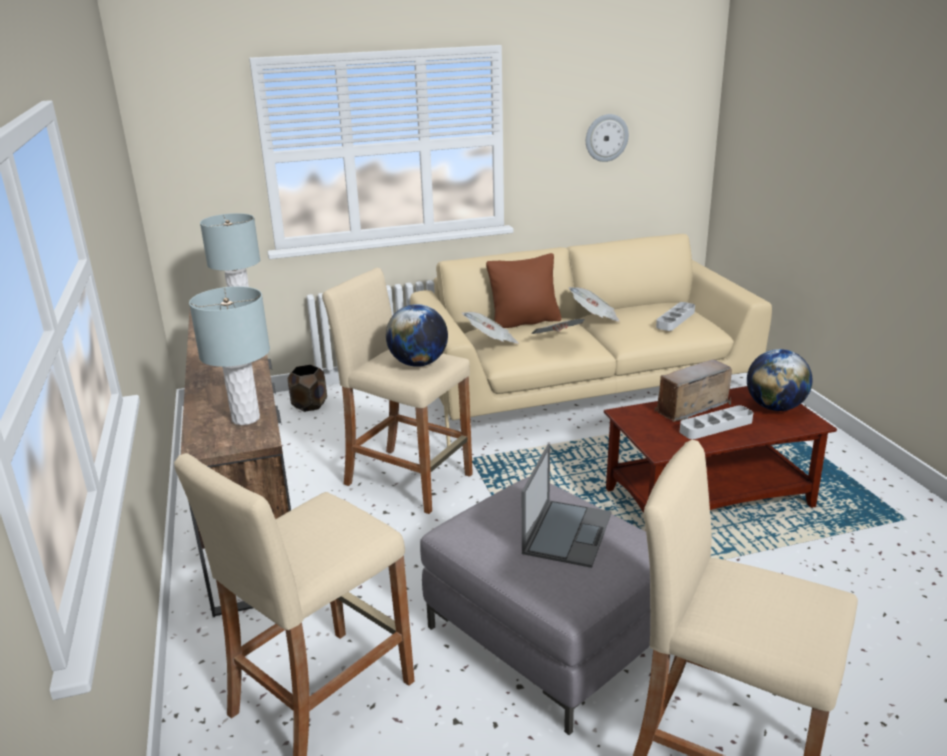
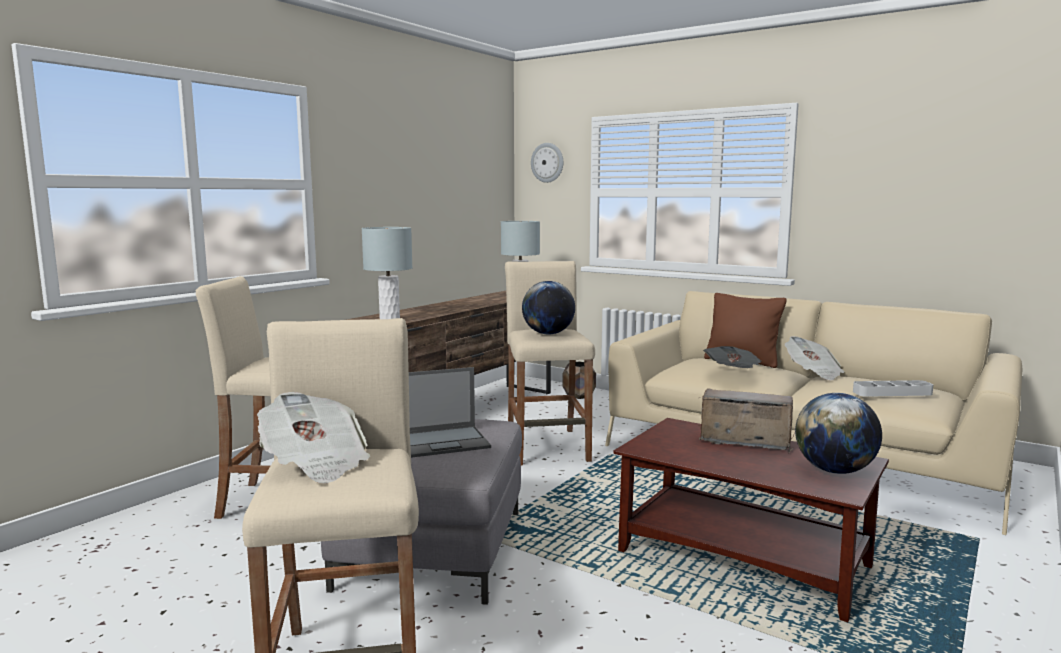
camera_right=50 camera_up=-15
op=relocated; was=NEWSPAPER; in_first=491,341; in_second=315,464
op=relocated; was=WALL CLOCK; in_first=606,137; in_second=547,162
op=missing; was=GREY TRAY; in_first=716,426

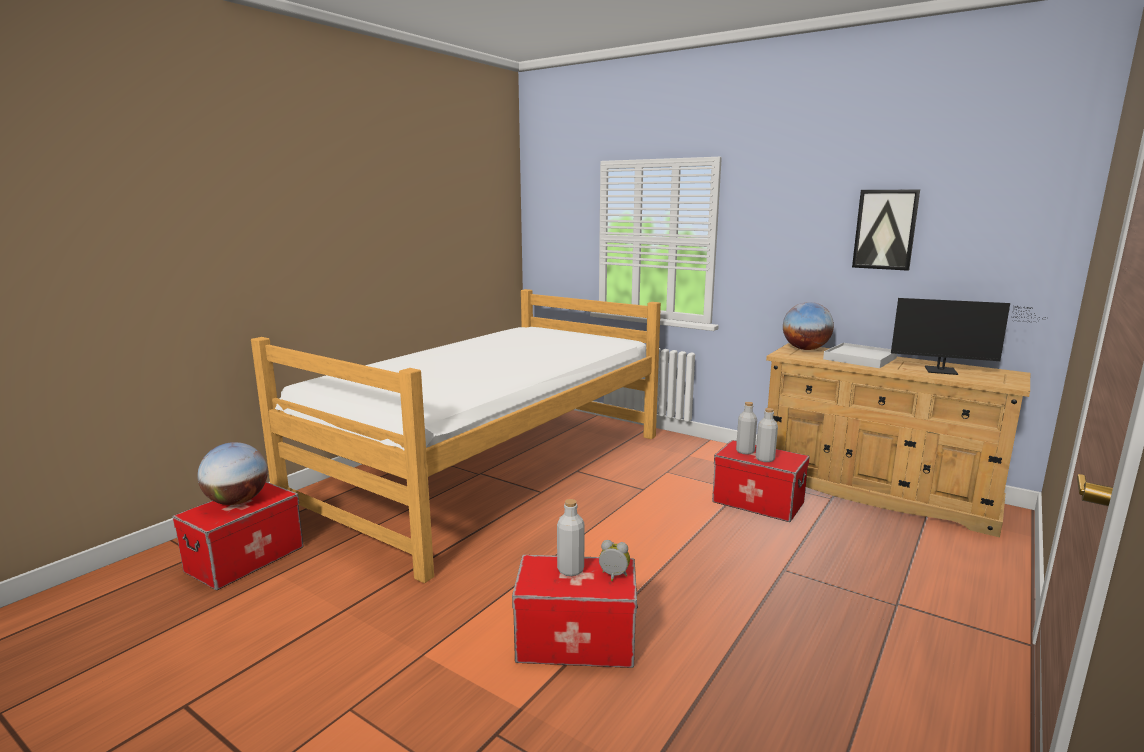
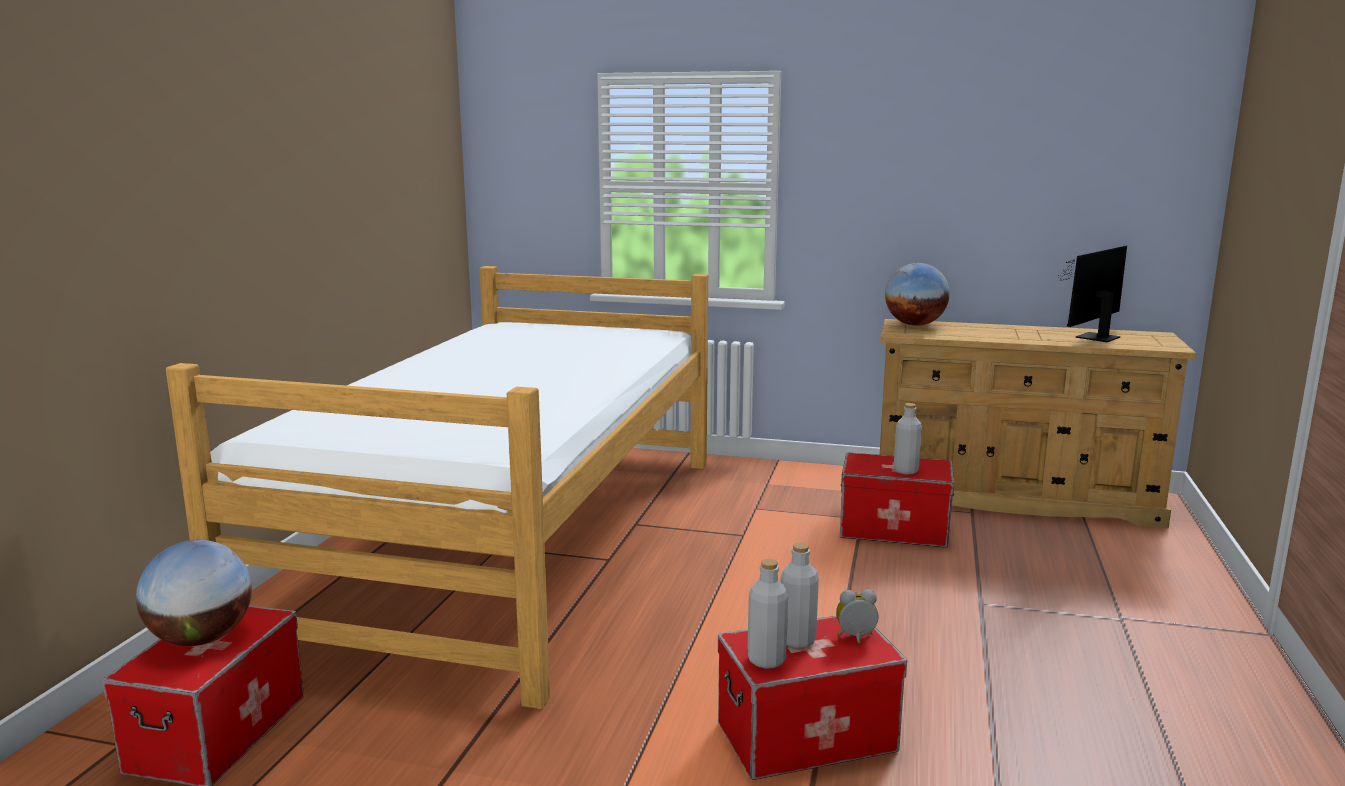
camera_right=-20 camera_up=0
op=relocated; was=GREY BOTTLE; in_first=745,451; in_second=766,660
op=spun; was=MONITOR; in_first=946,371; in_second=1093,338; clockwise=135
op=missing; was=WHITE TRAY; in_first=860,358
op=missing; was=PICTURE; in_first=885,229

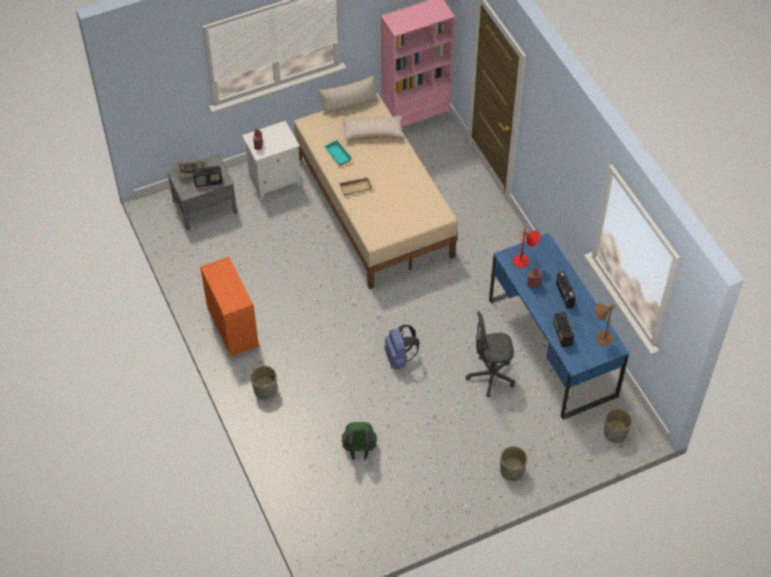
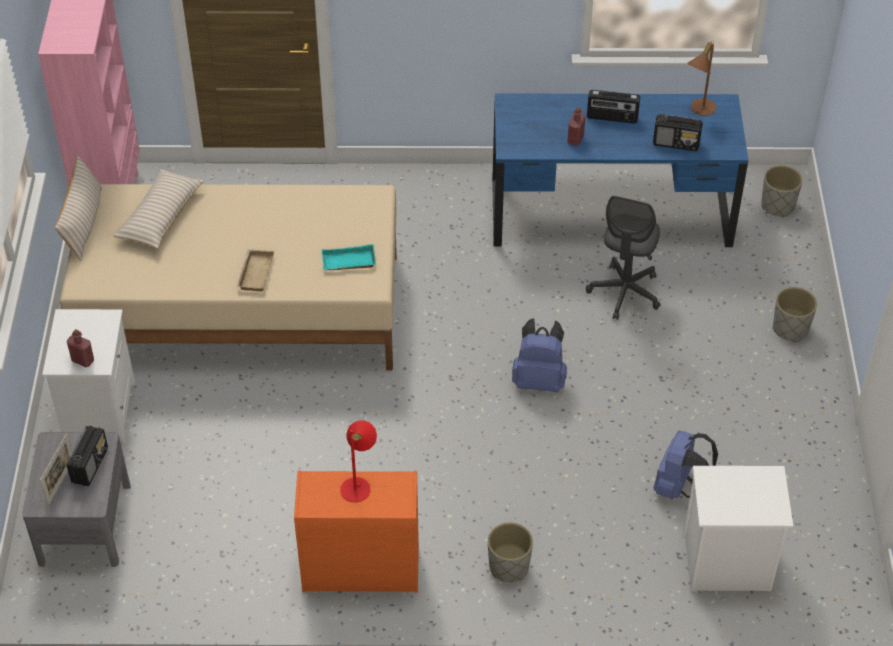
camera_right=-65 camera_up=-5
op=relocated; was=TURQUOISE TRAY; in_first=337,155; in_second=348,263
op=relocated; was=RED TABLE LAMP; in_first=524,261; in_second=358,485
op=colour; was=GREEN BACKPACK; now=BLUE BACKPACK; in_first=359,451; in_second=679,486
op=appeared; now=WHITE NIGHTSTAND; in_second=726,564

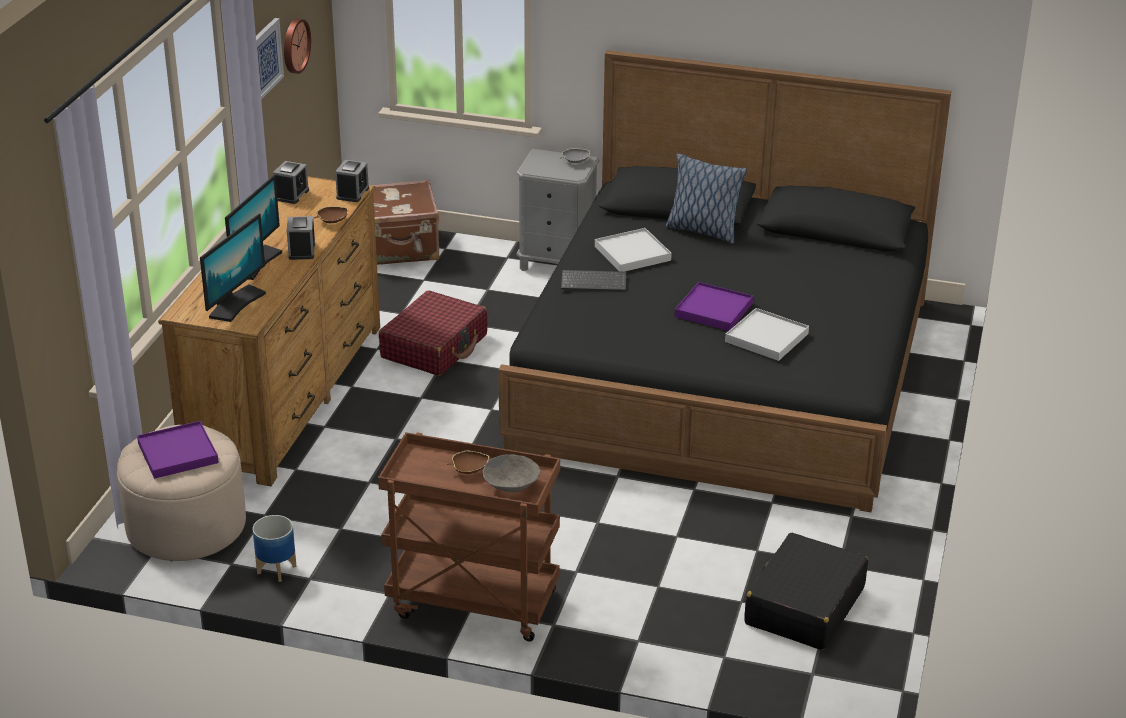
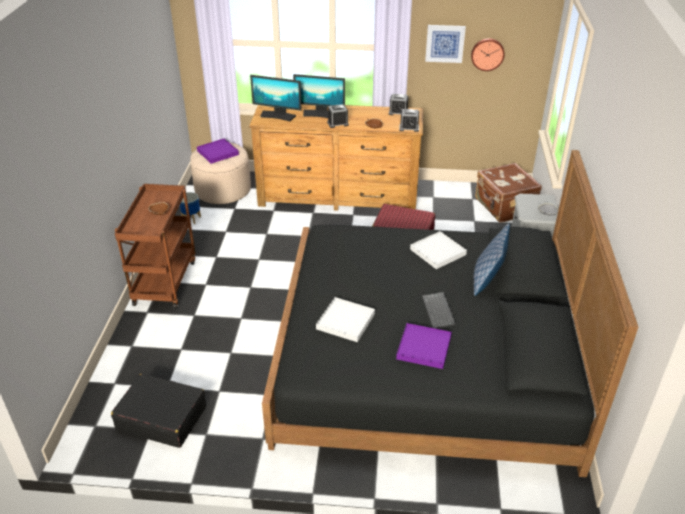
camera_right=80 camera_up=5
op=relocated; was=PURPLE TRAY; in_first=714,310; in_second=424,348
op=relocated; was=KEYBOARD; in_first=594,282; in_second=439,311
op=missing; was=GREY BOWL; in_first=512,486

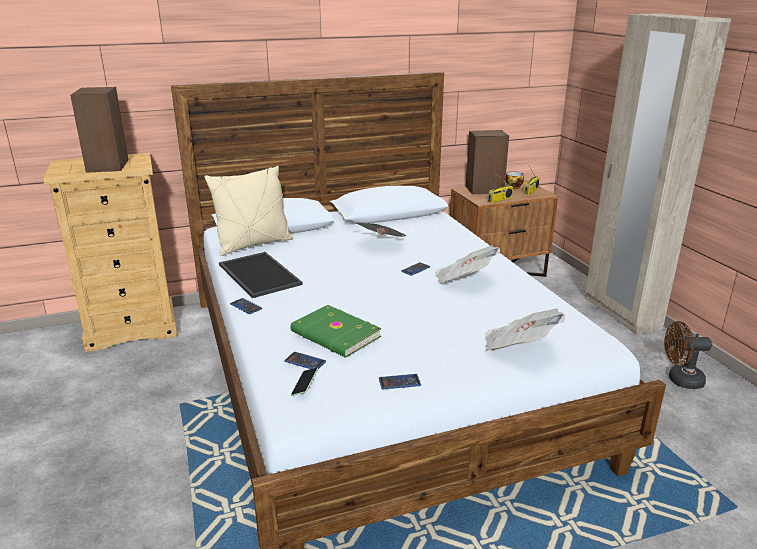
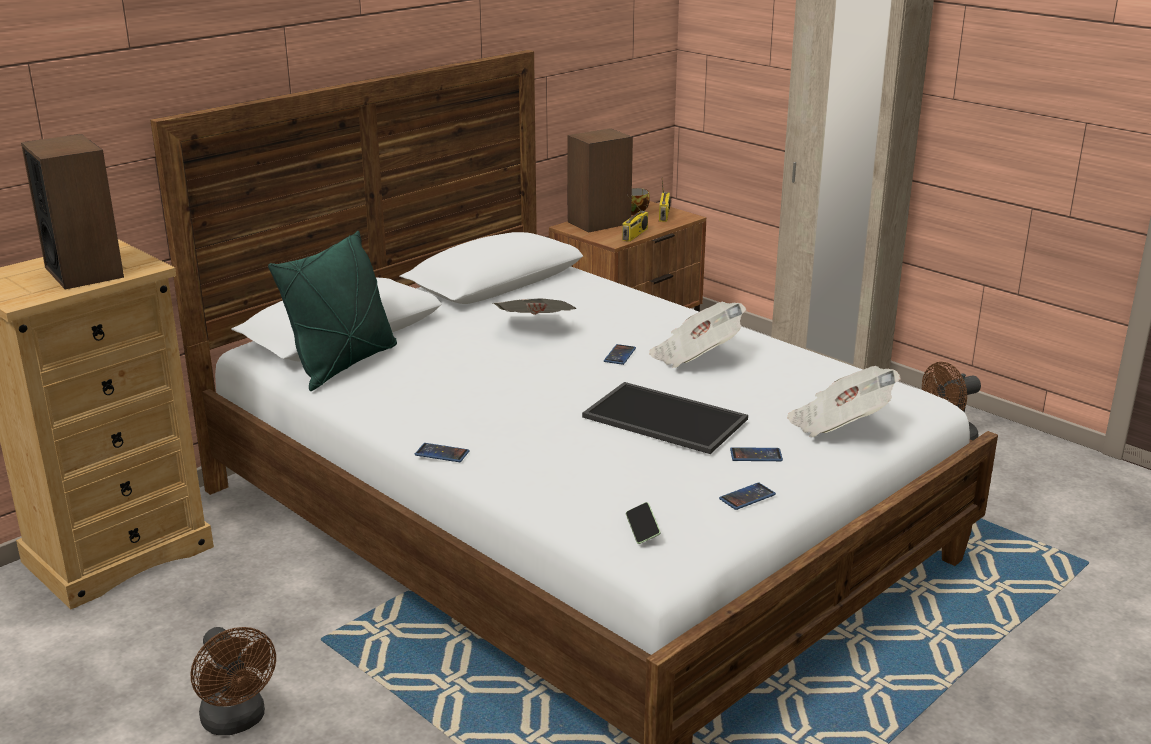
camera_right=-25 camera_up=0
op=appeared; now=BROWN FAN; in_second=237,721
op=colour; was=BEIGE PILLOW; now=GREEN PILLOW; in_first=254,245; in_second=343,364
op=relocated; was=TRAY; in_first=257,274; in_second=662,419
op=relocated; was=PHONE; in_first=305,361; in_second=756,455
op=missing; was=GREEN BOOK; in_first=335,335

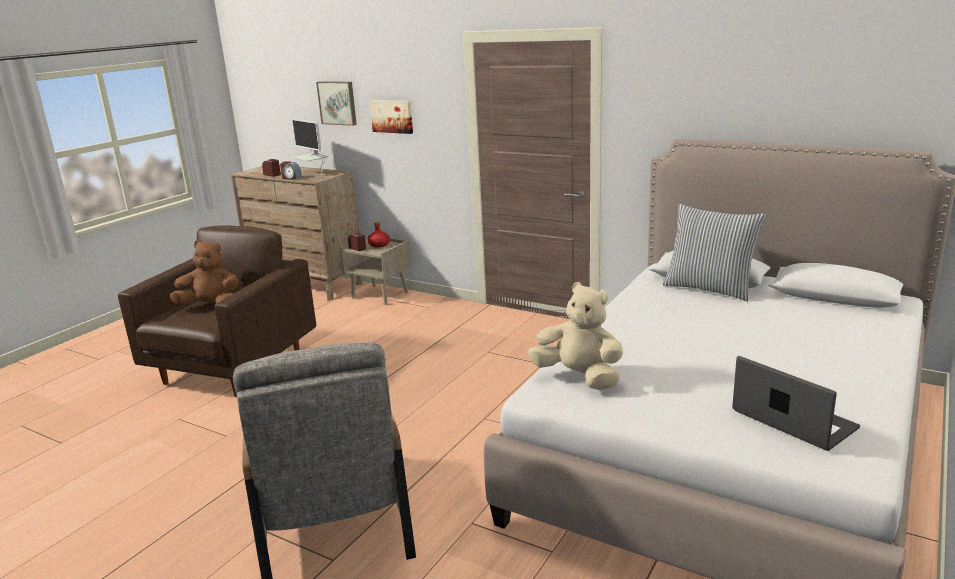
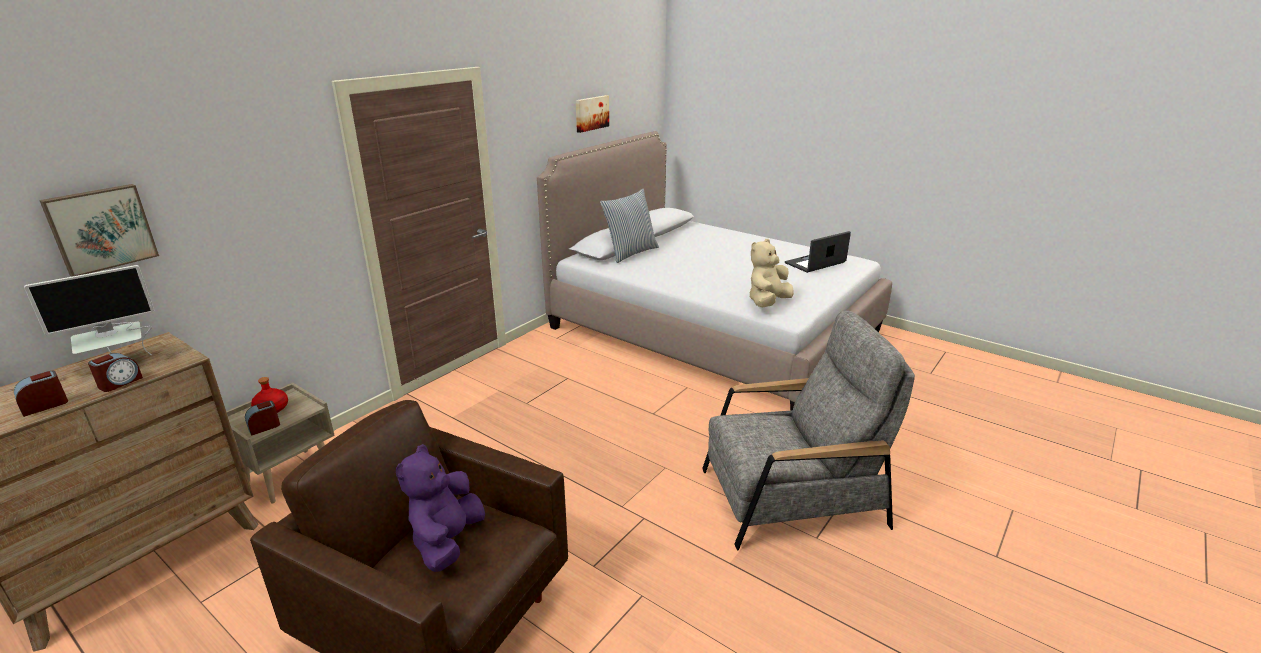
camera_right=-85 camera_up=5
op=colour; was=BROWN PLUSH TOY; now=PURPLE PLUSH TOY; in_first=211,306; in_second=447,541
op=relocated; was=PICTURE; in_first=392,116; in_second=591,113

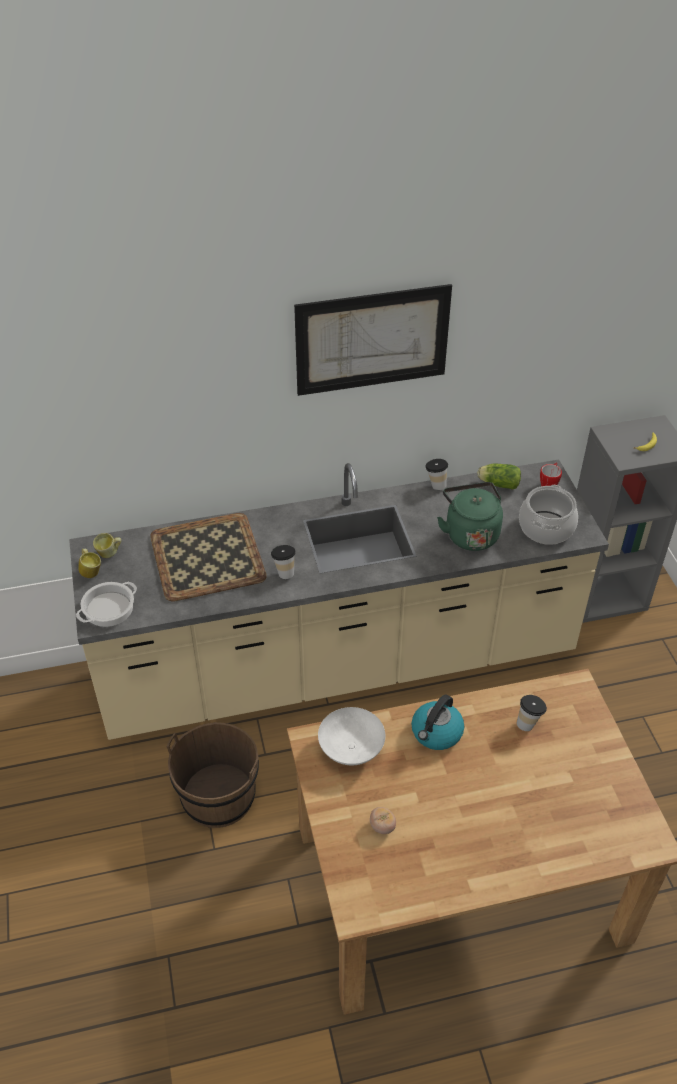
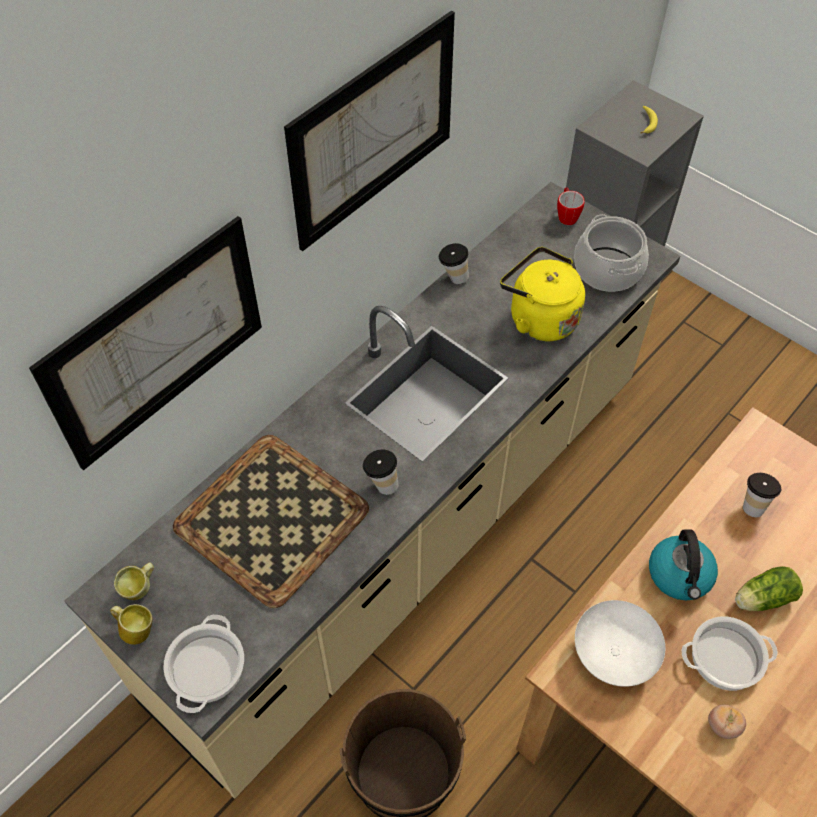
camera_right=-35 camera_up=10
op=appeared; now=PICTURE; in_second=157,343
op=colour; was=GREEN KETTLE; now=YELLOW KETTLE; in_first=470,533; in_second=539,318
op=appeared; now=COOKING POT; in_second=726,656
op=relocated; was=LETTUCE; in_first=497,484; in_second=761,598

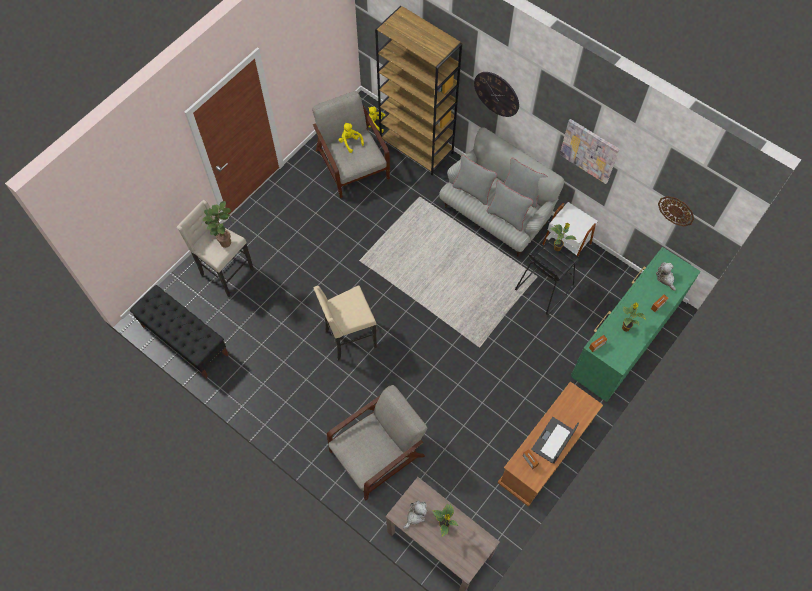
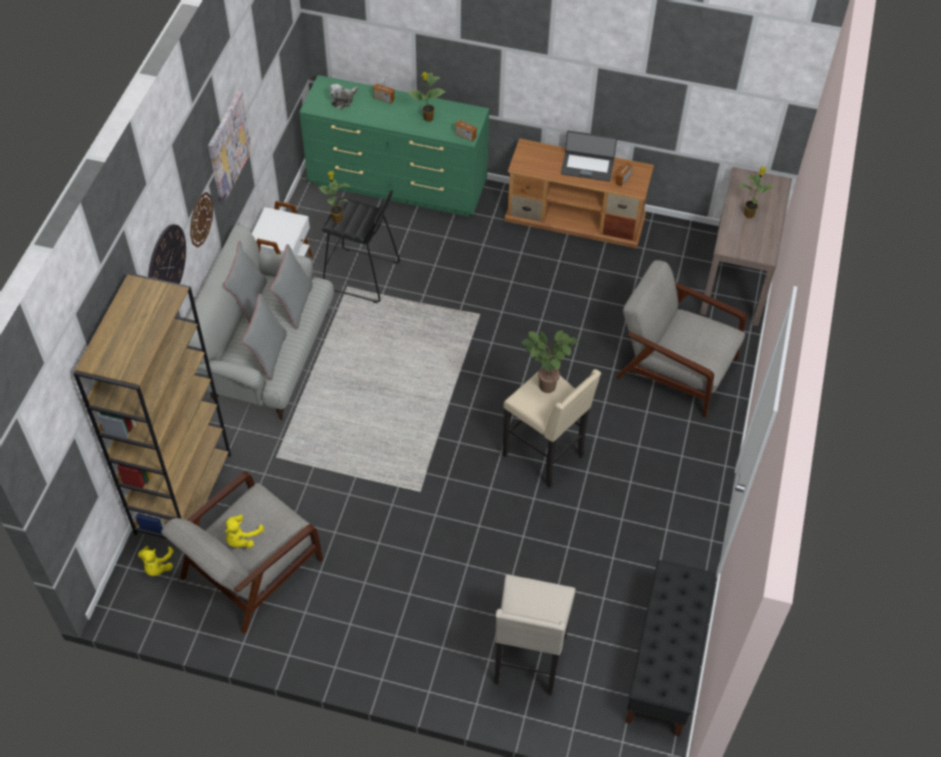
camera_right=-115 camera_up=-10
op=relocated; was=WALL CLOCK; in_first=676,210; in_second=200,219
op=relocated; was=POTTED PLANT; in_first=224,241; in_second=545,388
op=missing; was=PLUSH TOY; in_first=415,515

